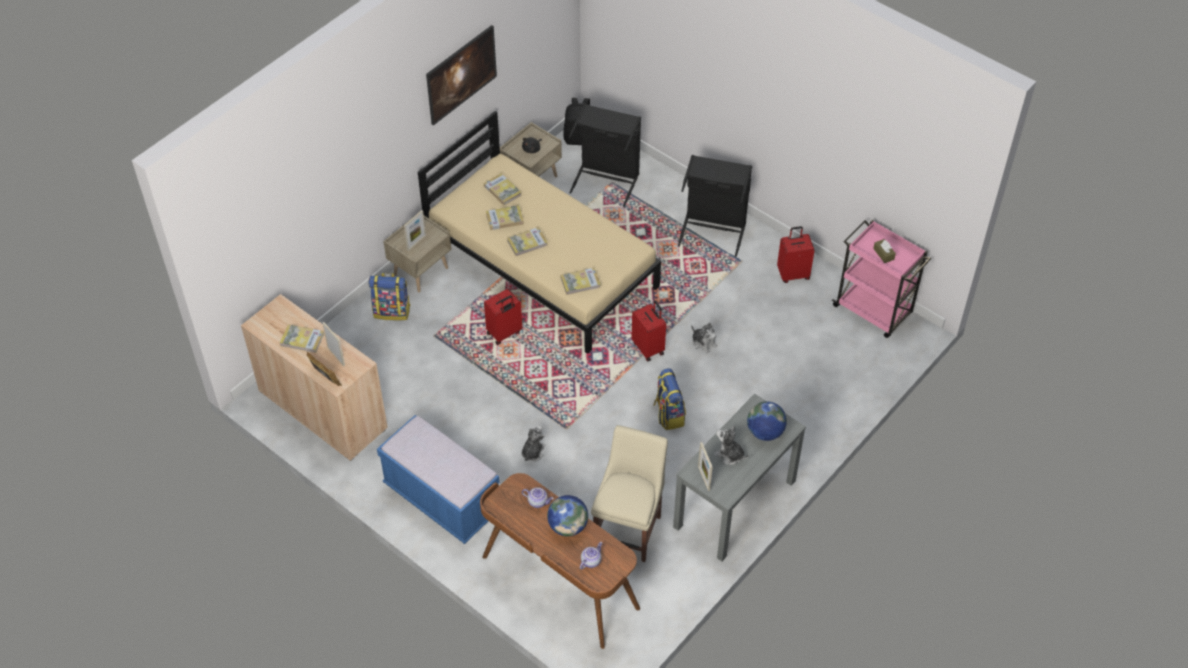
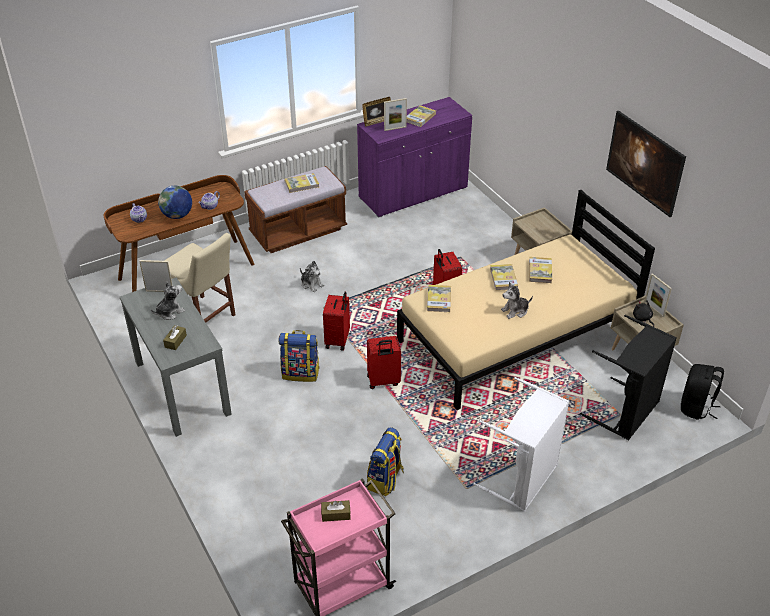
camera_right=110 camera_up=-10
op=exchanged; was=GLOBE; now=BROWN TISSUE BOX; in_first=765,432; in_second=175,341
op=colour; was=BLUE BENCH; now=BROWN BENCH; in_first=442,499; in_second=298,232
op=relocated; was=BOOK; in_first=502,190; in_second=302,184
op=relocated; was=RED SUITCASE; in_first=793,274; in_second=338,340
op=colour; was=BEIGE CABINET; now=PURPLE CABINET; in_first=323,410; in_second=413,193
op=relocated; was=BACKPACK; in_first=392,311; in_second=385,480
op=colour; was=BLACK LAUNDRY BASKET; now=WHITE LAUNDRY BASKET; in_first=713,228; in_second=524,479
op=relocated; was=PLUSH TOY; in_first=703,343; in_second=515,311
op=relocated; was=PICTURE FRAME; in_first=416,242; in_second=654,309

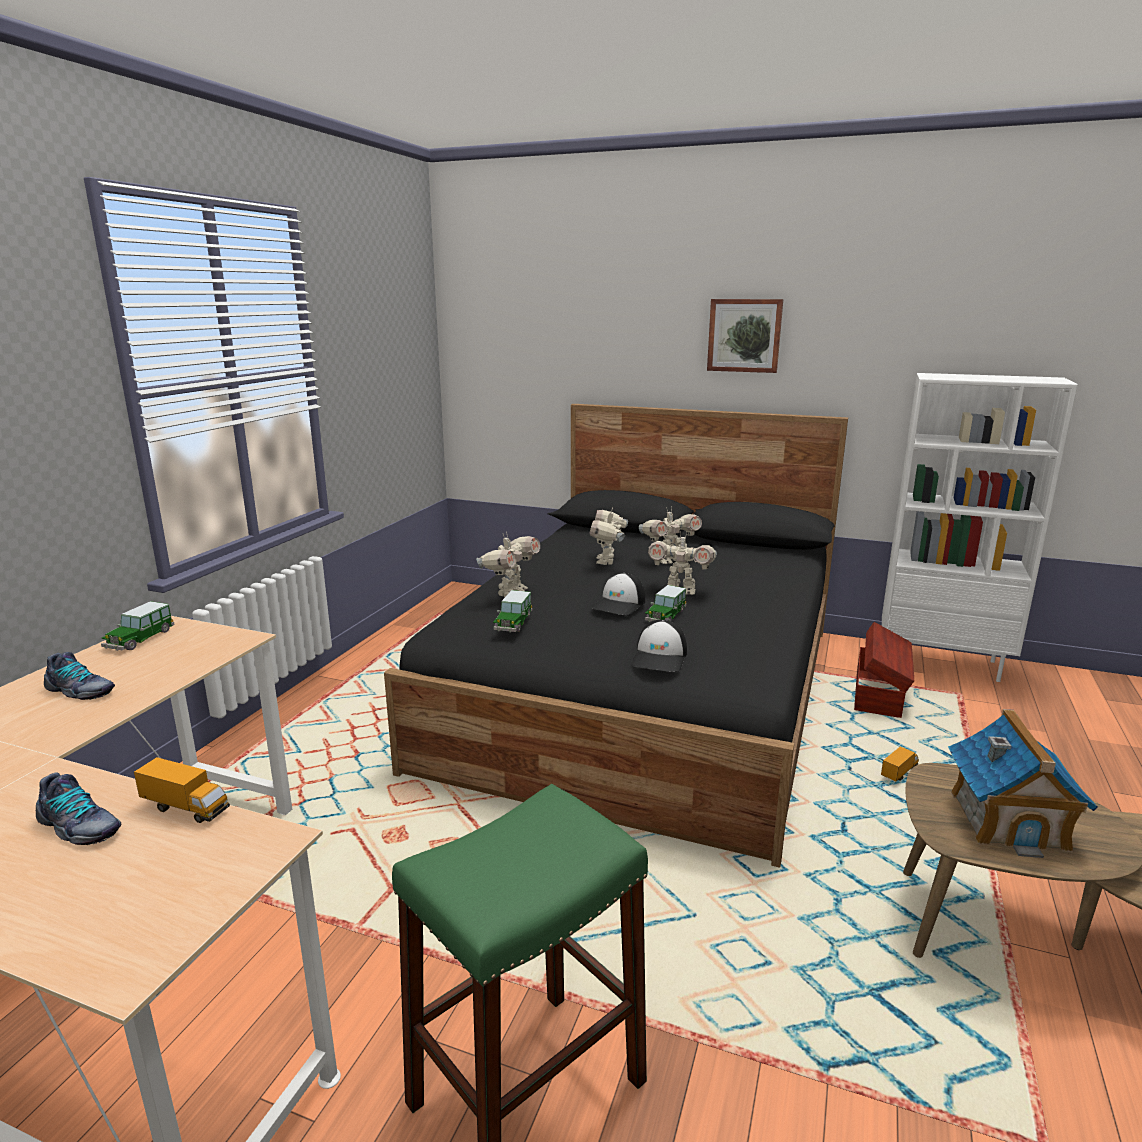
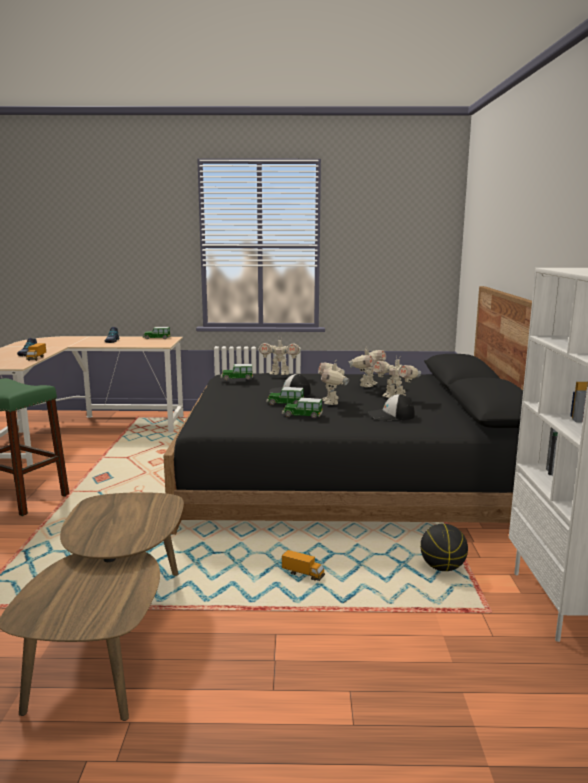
camera_right=70 camera_up=-5
op=appeared; now=TOY CAR; in_second=302,415
op=spun; was=TOY ROBOT; in_first=607,561; in_second=367,385; clockwise=135
op=relocated; was=CAP; in_first=660,657; in_second=391,416
op=exchanged; was=BROWN STORAGE BOX; now=BASKETBALL; in_first=879,693; in_second=442,567
op=missing; was=PICTURE; in_first=744,335
op=missing; was=TOY HOUSE; in_first=1008,820

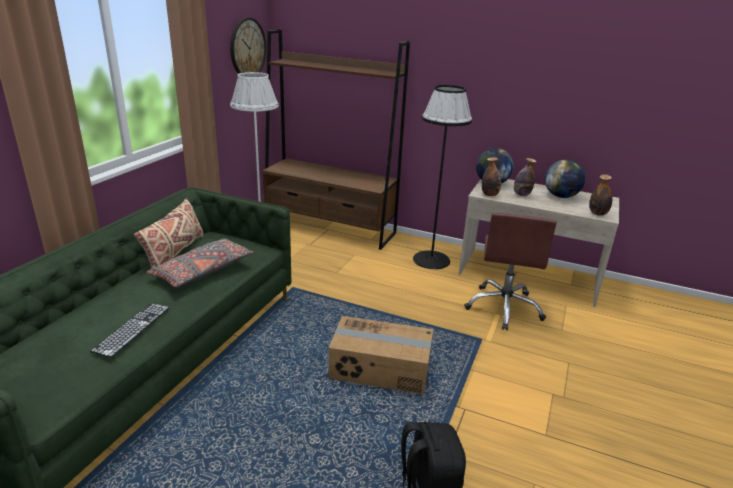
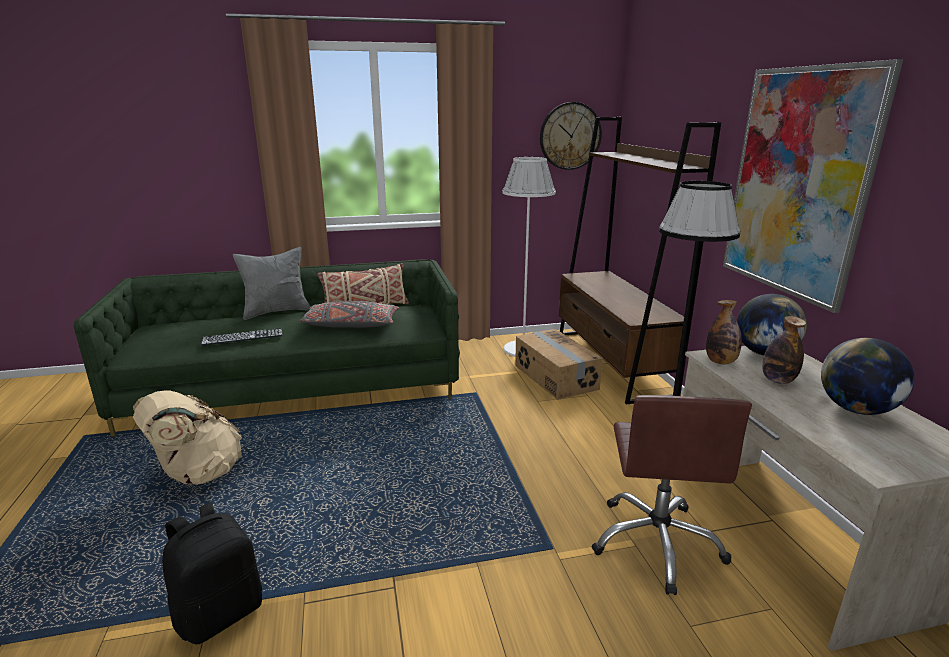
camera_right=55 camera_up=-5
op=appeared; now=BEIGE BACKPACK; in_second=197,474
op=appeared; now=GREY PILLOW; in_second=277,311
op=relocated; was=CARDBOARD BOX; in_first=380,369; in_second=555,377
op=spun; was=BROWN OFFICE CHAIR; in_first=504,308; in_second=657,542; clockwise=-60
op=appeared; now=PICTURE; in_second=797,183
op=missing; was=BOTTLE; in_first=597,213

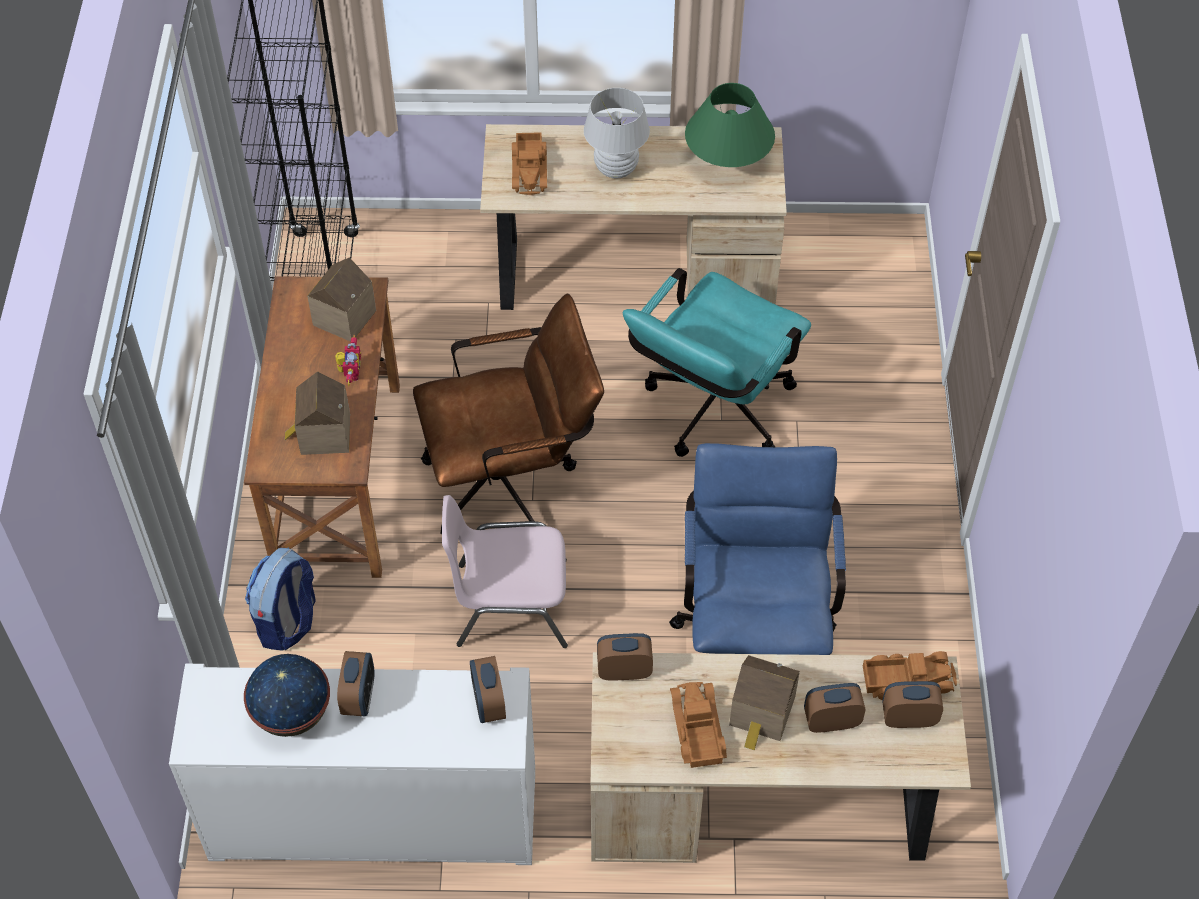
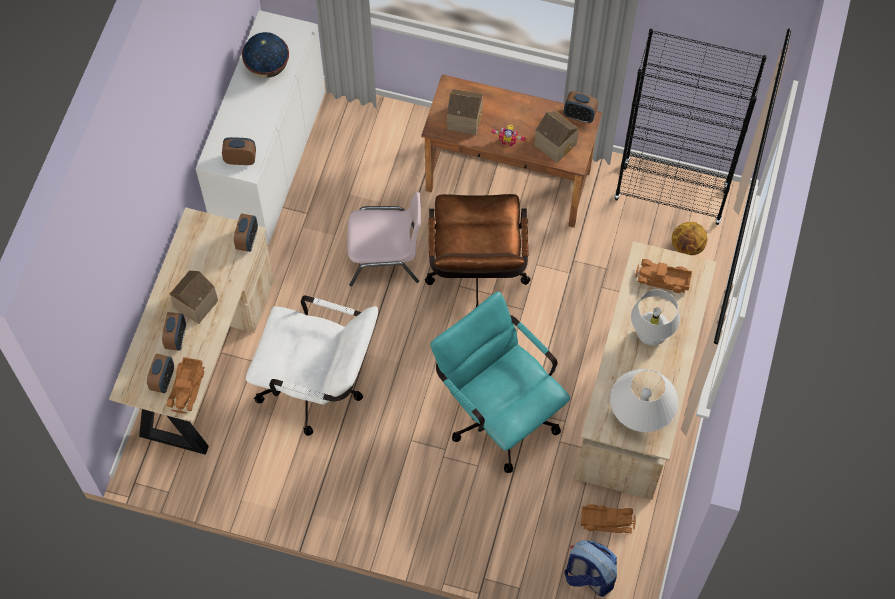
camera_right=105 camera_up=10
op=colour; was=BLUE OFFICE CHAIR; now=WHITE OFFICE CHAIR; in_first=753,634; in_second=319,388
op=spun; was=PINK CHAIR; in_first=509,603; in_second=385,256; clockwise=75
op=relocated; was=ALARM CLOCK; in_first=359,697; in_second=579,116
op=relocated; was=BACKPACK; in_first=288,622; in_second=588,576
op=relocated; was=TOY TRUCK; in_first=696,729; in_second=607,520
op=colour; was=GREEN TABLE LAMP; now=WHITE TABLE LAMP; in_first=727,161; in_second=641,410
op=appeared; now=BASKETBALL; in_second=687,247

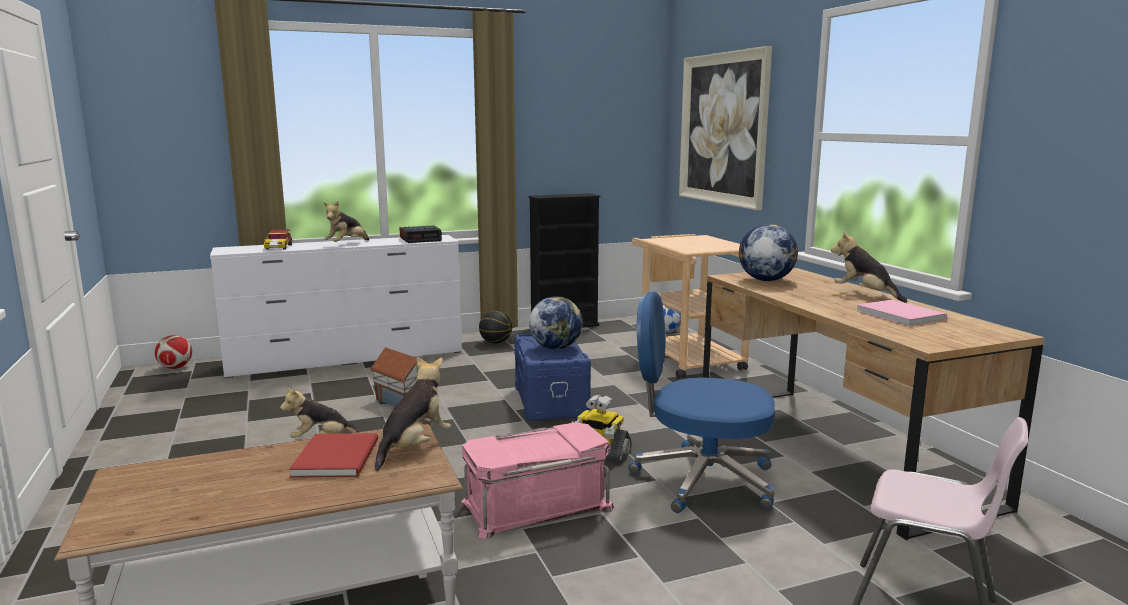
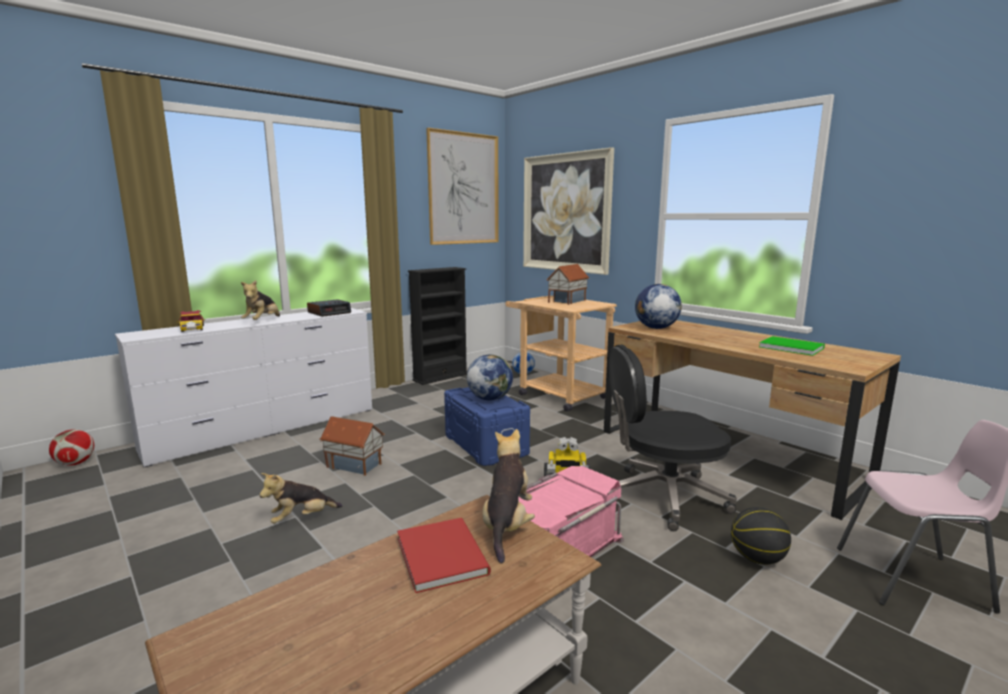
camera_right=-20 camera_up=0
op=appeared; now=PICTURE; in_second=464,189
op=appeared; now=TOY HOUSE; in_second=566,301
op=colour; was=BLUE OFFICE CHAIR; now=BLACK OFFICE CHAIR; in_first=701,480; in_second=663,497
op=relocated; was=BASKETBALL; in_first=495,342; in_second=757,559
op=colour; was=PINK BOOK; now=GREEN BOOK; in_first=899,314; in_second=789,347
op=missing; was=PLUSH TOY; in_first=865,294

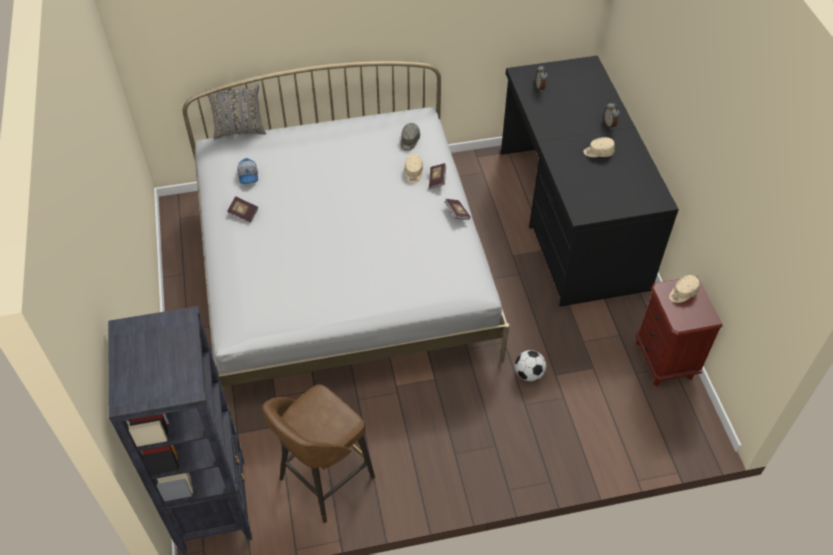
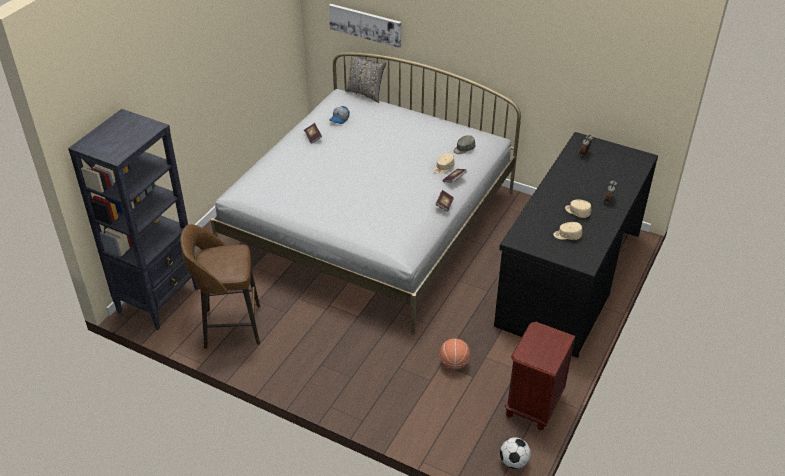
camera_right=40 camera_up=-10
op=appeared; now=PICTURE; in_second=365,24
op=appeared; now=BASKETBALL; in_second=454,363
op=relocated; was=FOOTBALL; in_first=529,374; in_second=513,462
op=relocated; was=BEIGE CAP; in_first=682,293; in_second=567,235

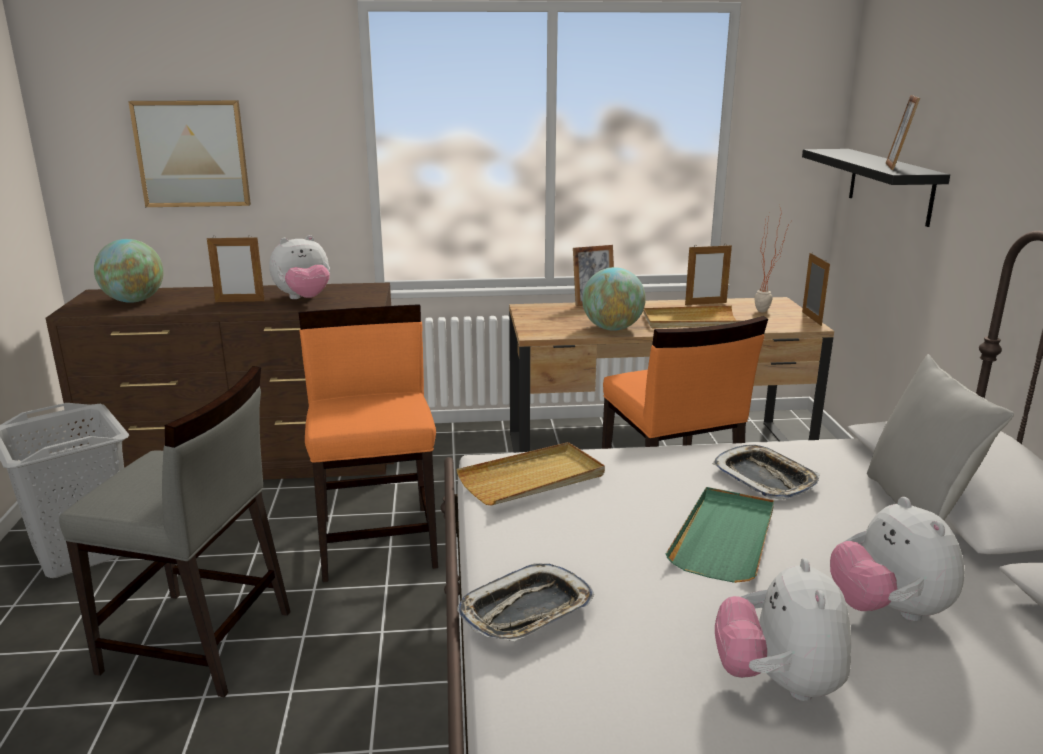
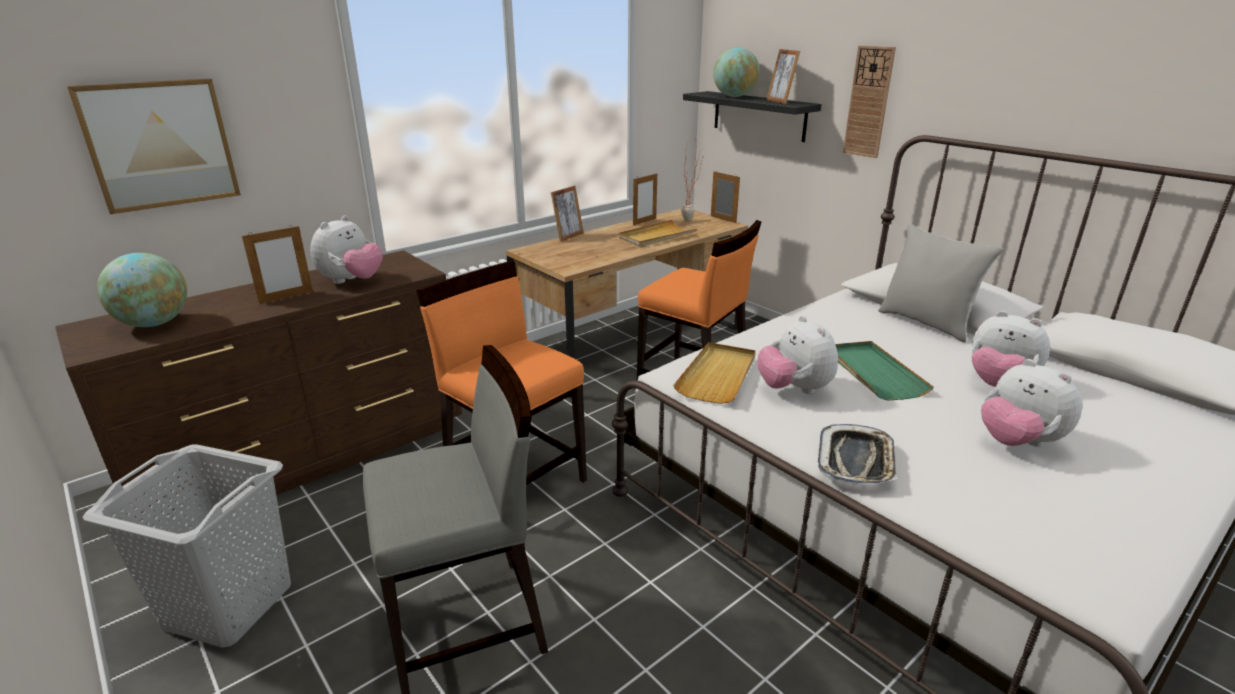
camera_right=-35 camera_up=5
op=relocated; was=GLOBE; in_first=612,329; in_second=734,96
op=appeared; now=PLUSH TOY; in_second=794,389
op=appeared; now=WALL CLOCK; in_second=868,102
op=missing; was=TRAY; in_first=765,478

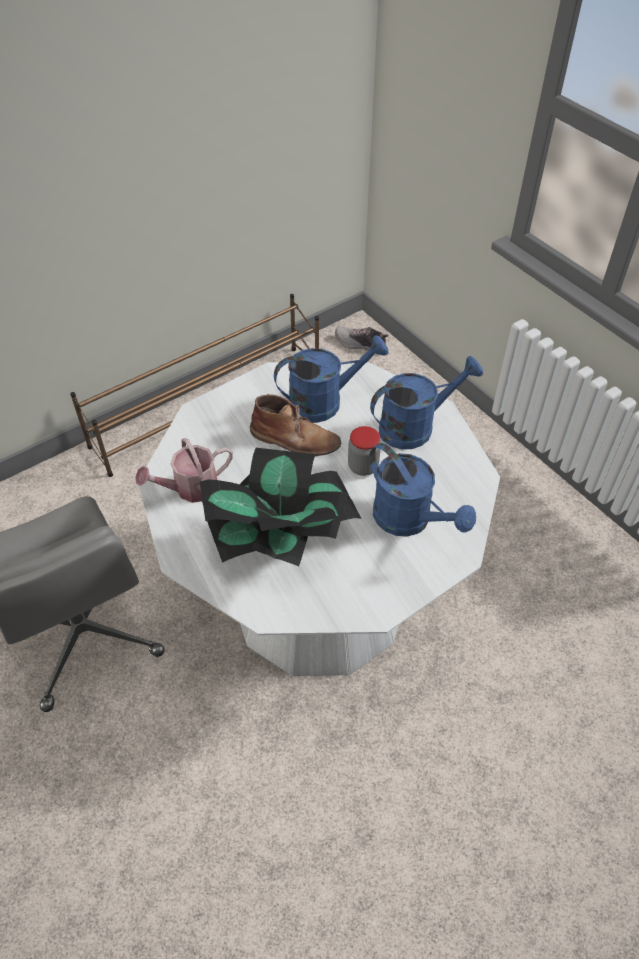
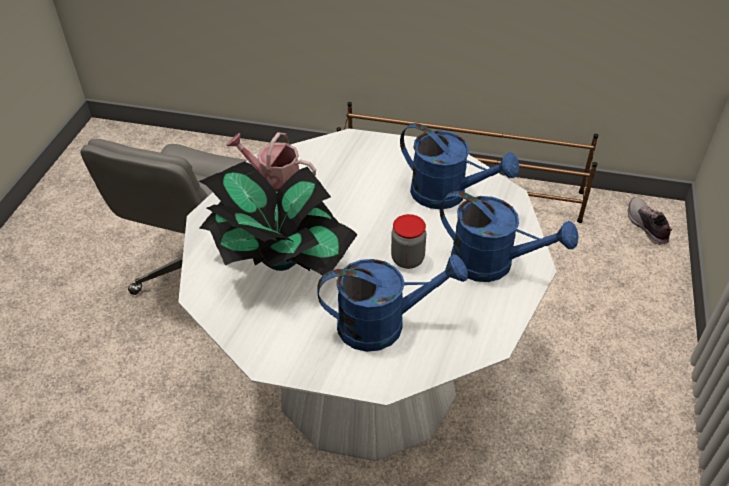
camera_right=50 camera_up=-5
op=spun; was=BLUE WATERING CAN; in_first=410,520; in_second=383,324; clockwise=-105
op=missing; was=BROWN BOOT; in_first=295,439

